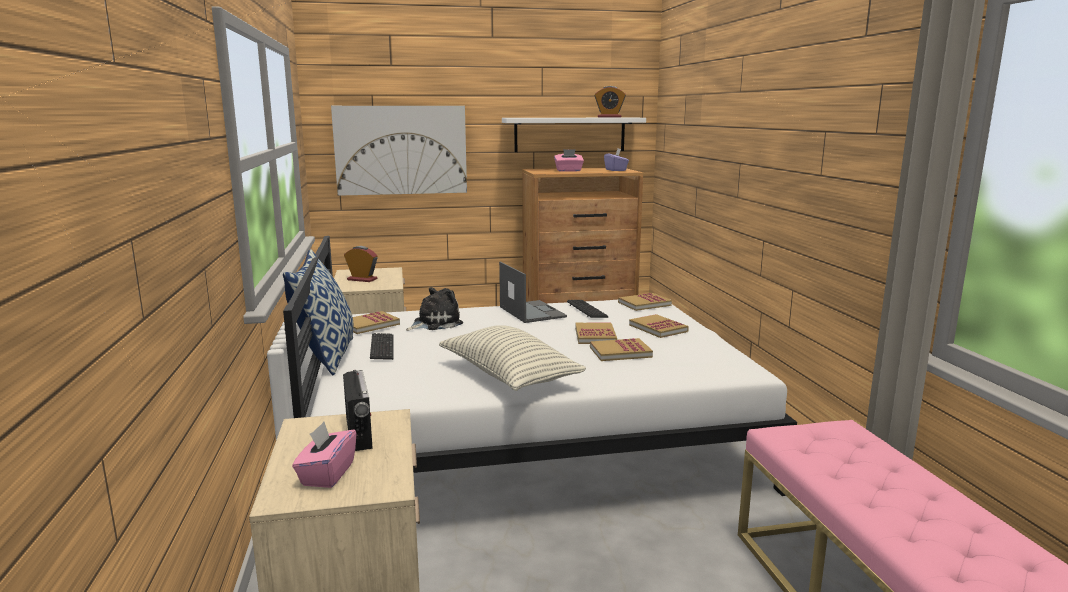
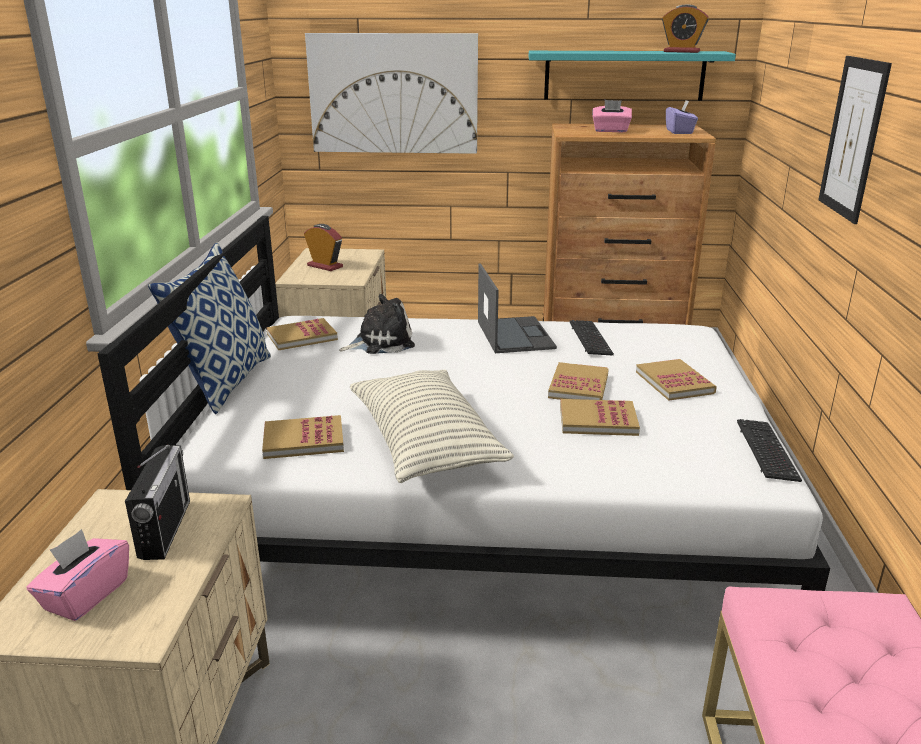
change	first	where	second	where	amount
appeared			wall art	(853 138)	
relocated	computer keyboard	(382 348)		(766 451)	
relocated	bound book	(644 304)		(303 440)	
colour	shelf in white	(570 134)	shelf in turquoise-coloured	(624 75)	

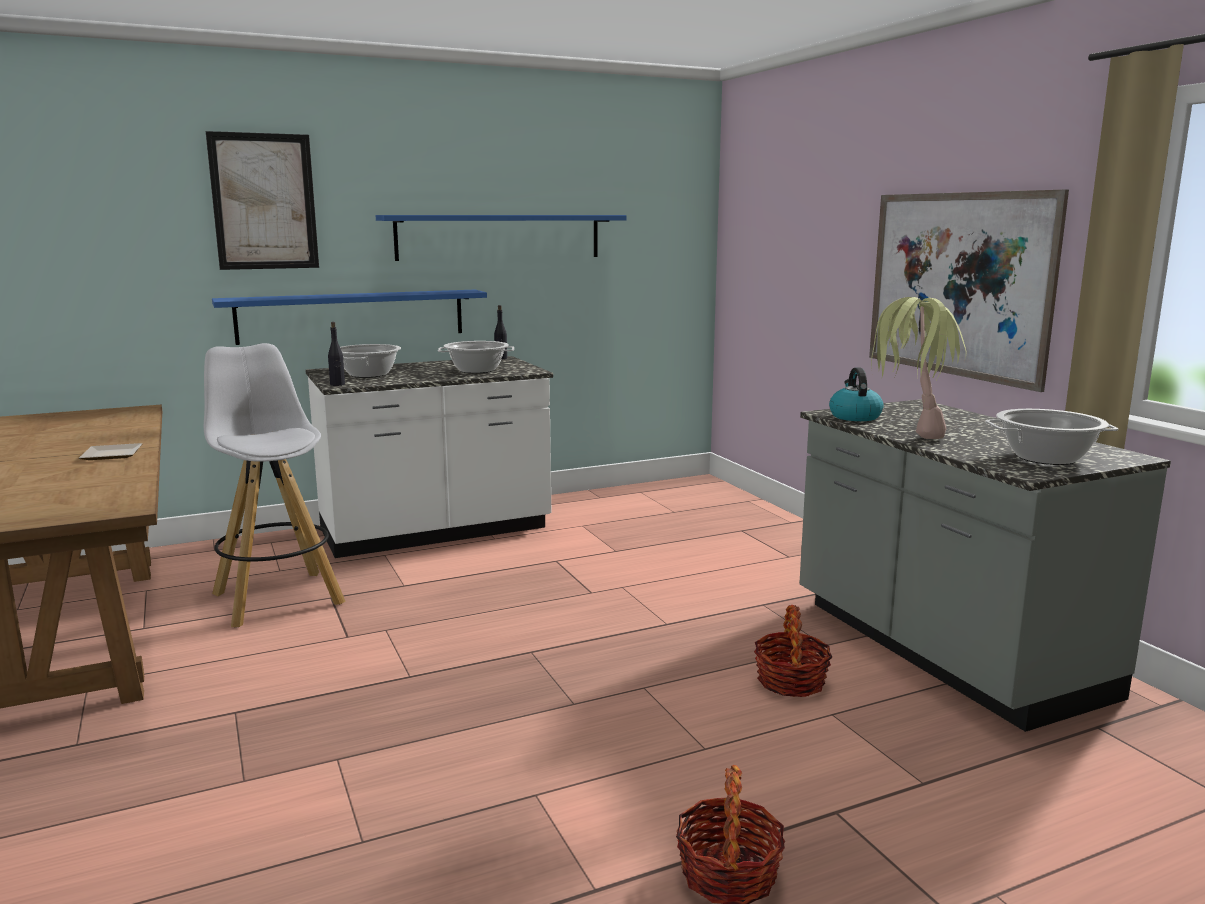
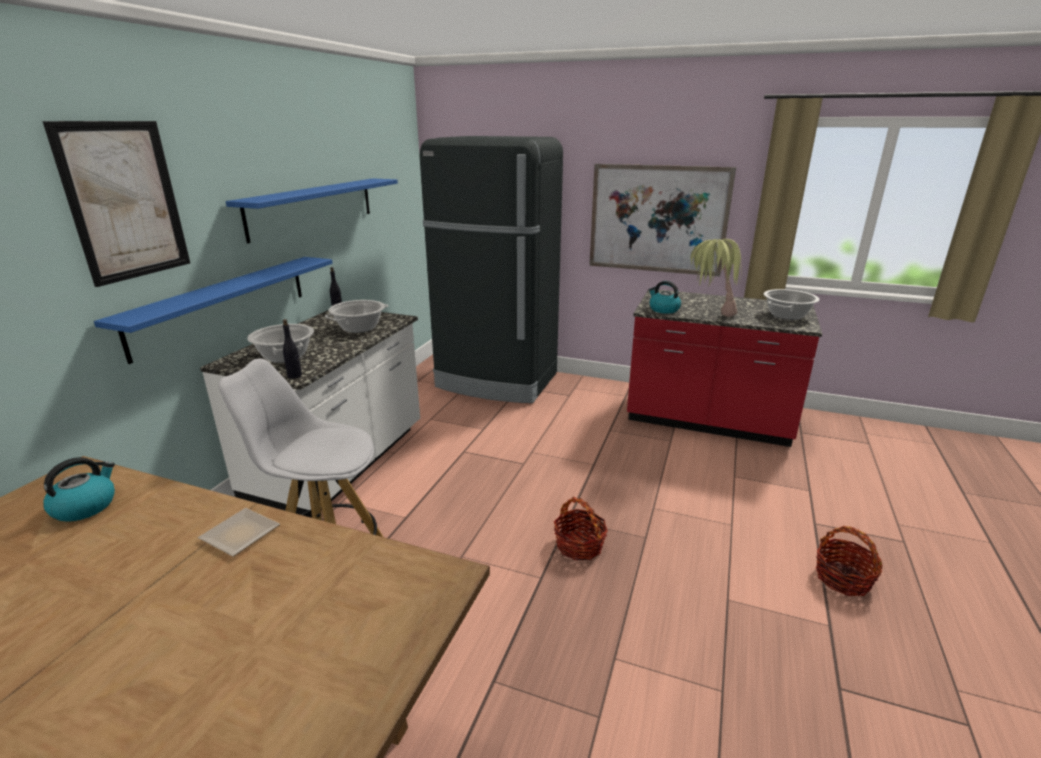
change	first	where	second	where	amount
appeared			water kettle	(85 506)	
appeared			refrigerator in blackish	(497 381)	
relocated	basket	(790 681)		(579 545)	
colour	counter in grey	(943 649)	counter in red-coloured	(708 420)	

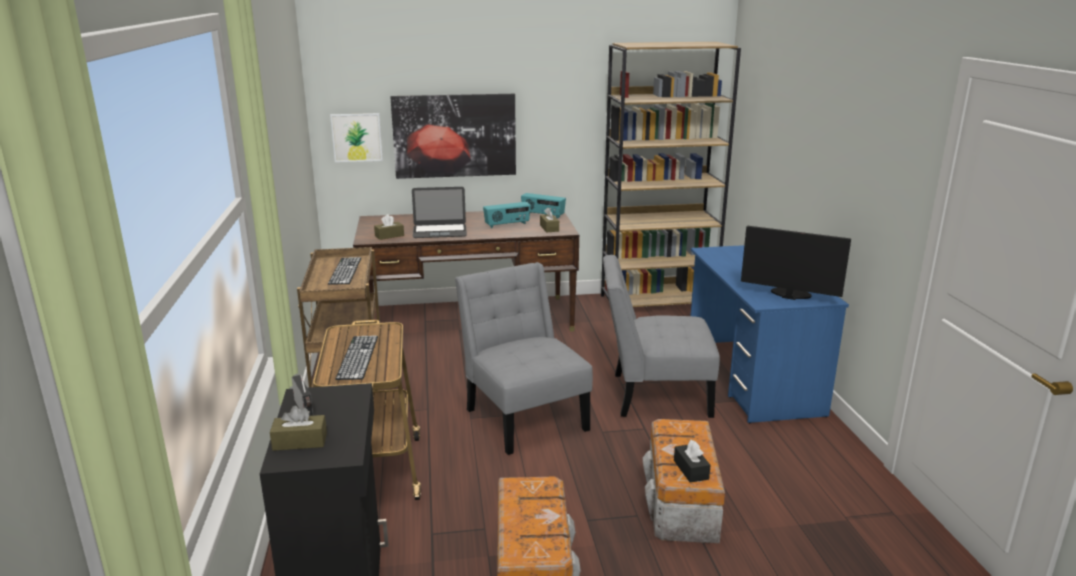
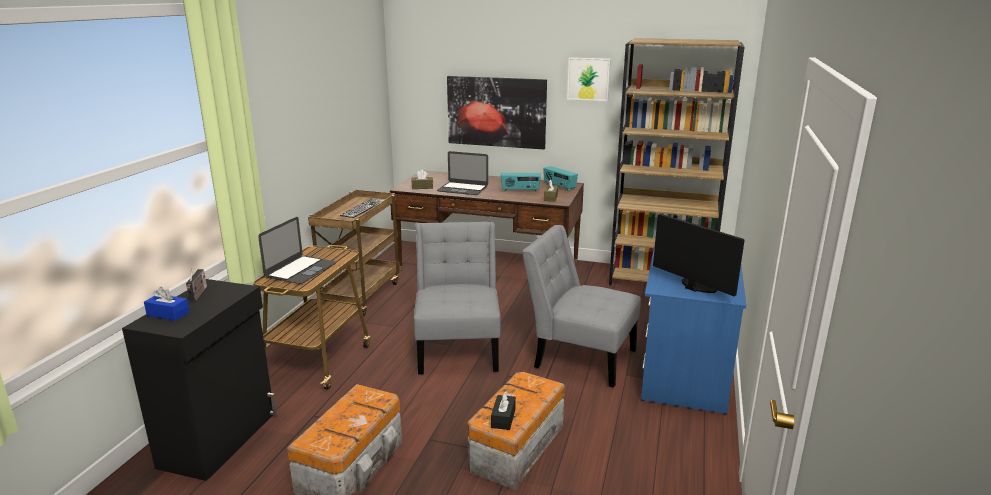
change	first	where	second	where	amount
relocated	wall art	(357 137)		(588 79)	
exchanged	computer keyboard	(357 357)	notebook computer	(301 270)	
colour	tissue box in brown-coloured	(300 441)	tissue box in blue-coloured	(168 314)	

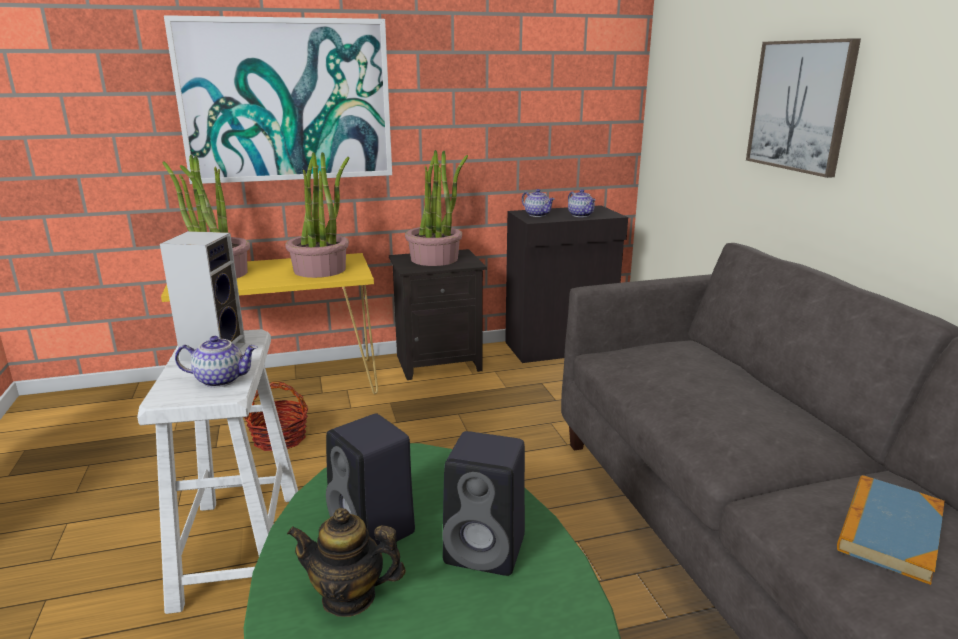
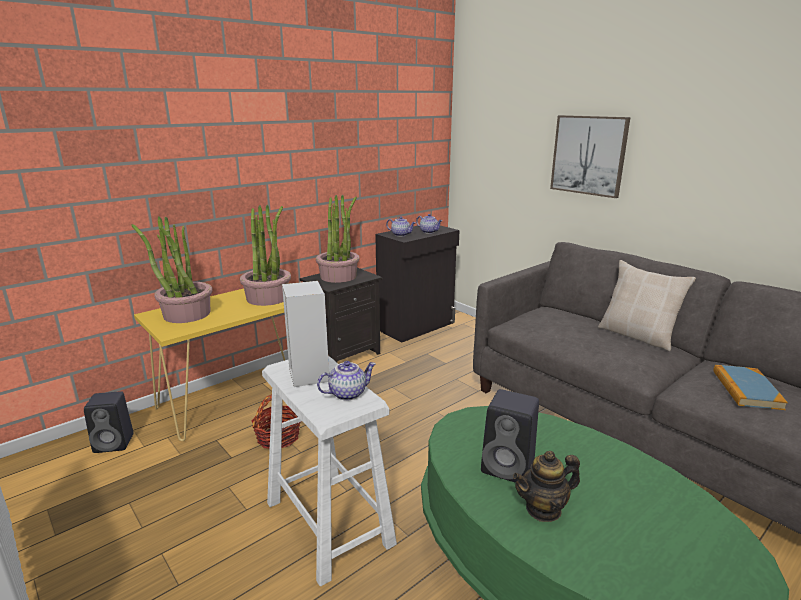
change	first	where	second	where	amount
missing	wall art	(287 101)			
appeared			pillow in beige-coloured	(637 336)	
relocated	audio speaker in blackish	(488 550)		(115 443)	

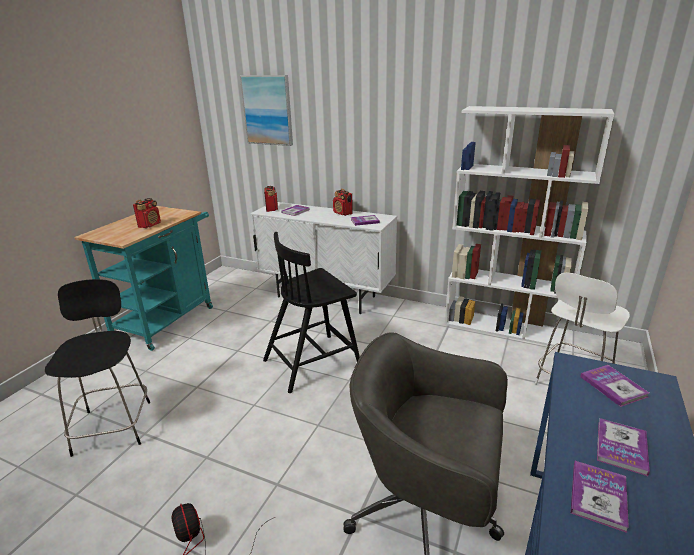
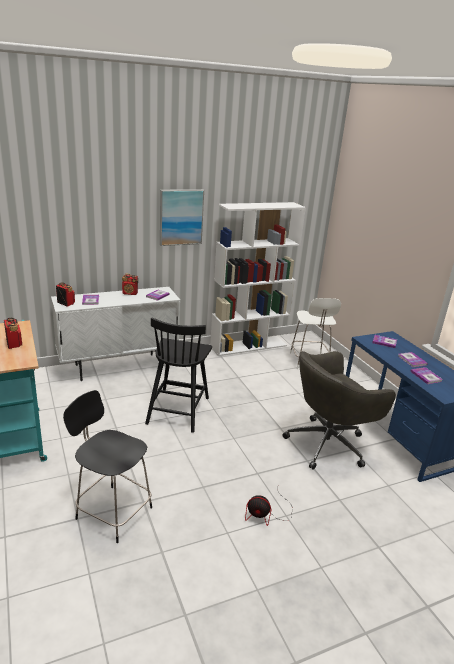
change	first	where	second	where	amount
relocated	wall art	(268 110)		(181 217)	

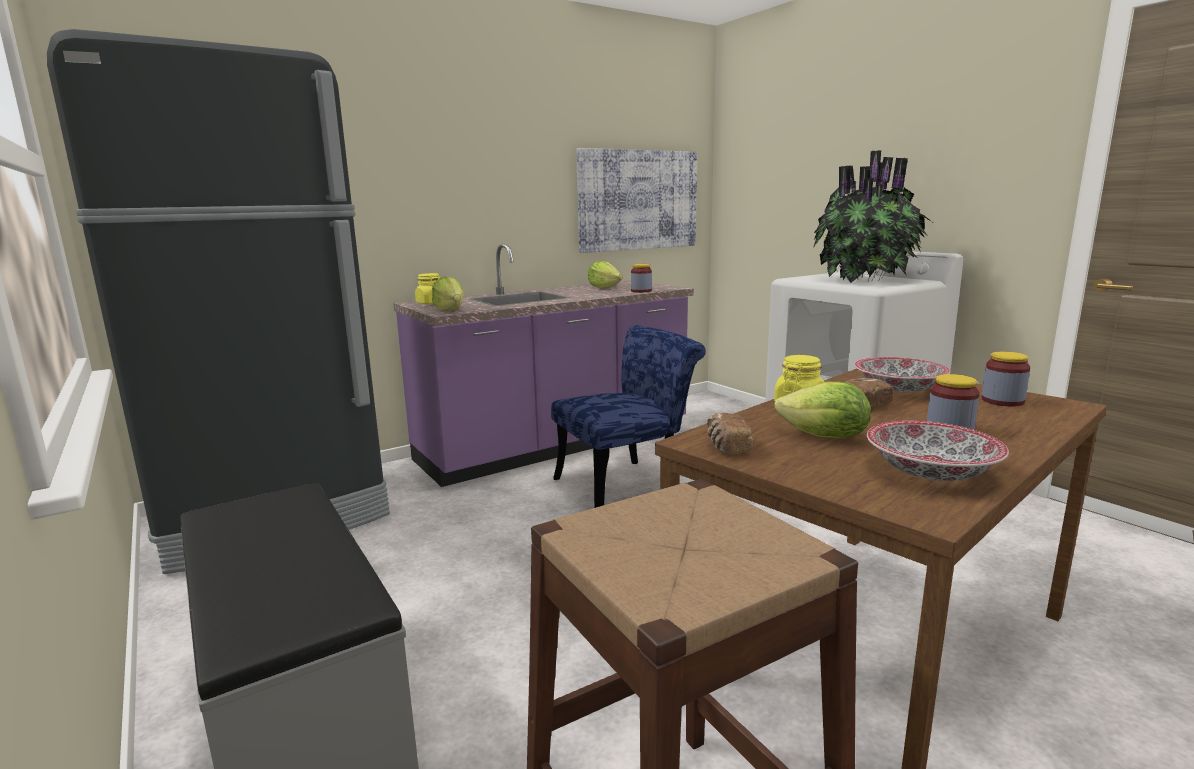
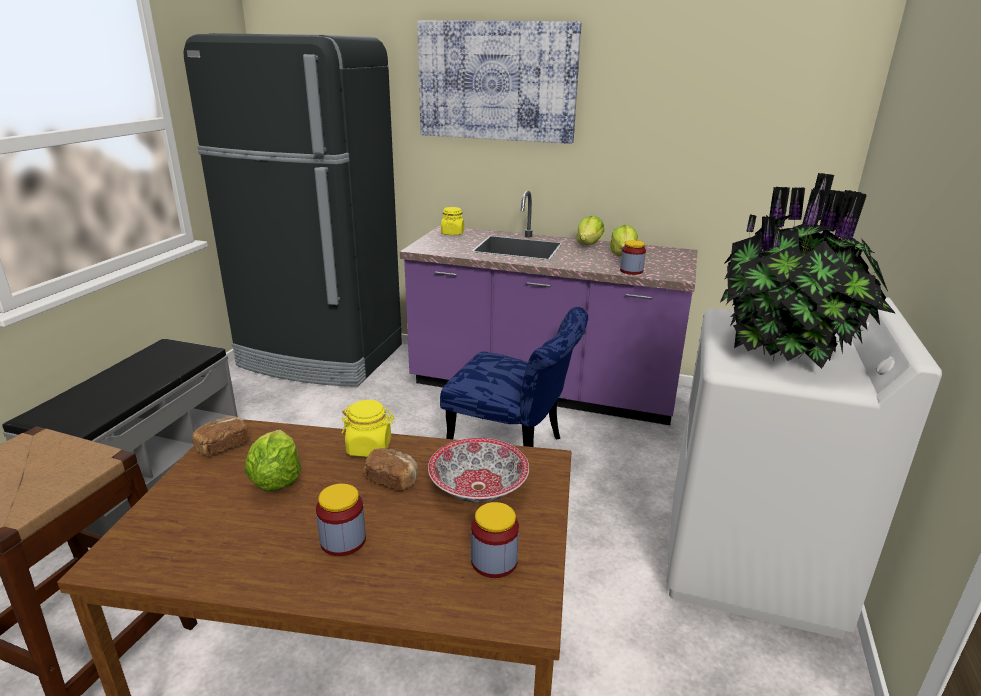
change	first	where	second	where	amount
missing	bowl	(929 472)			
relocated	head of lettuce	(450 310)		(588 244)	
relocated	wall art	(637 200)		(497 81)	

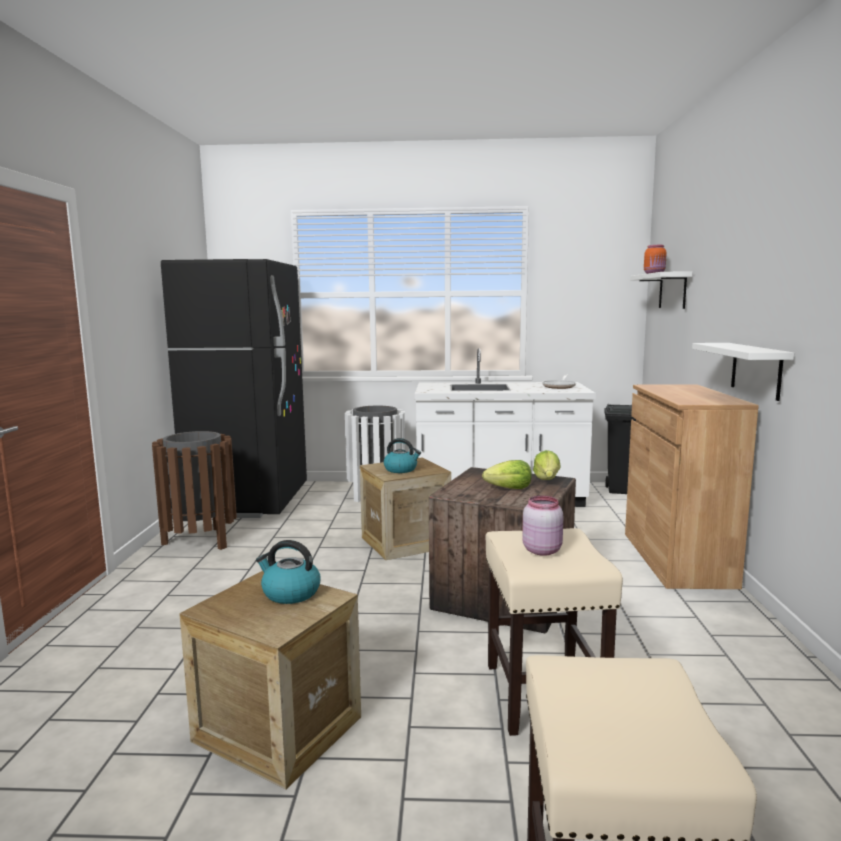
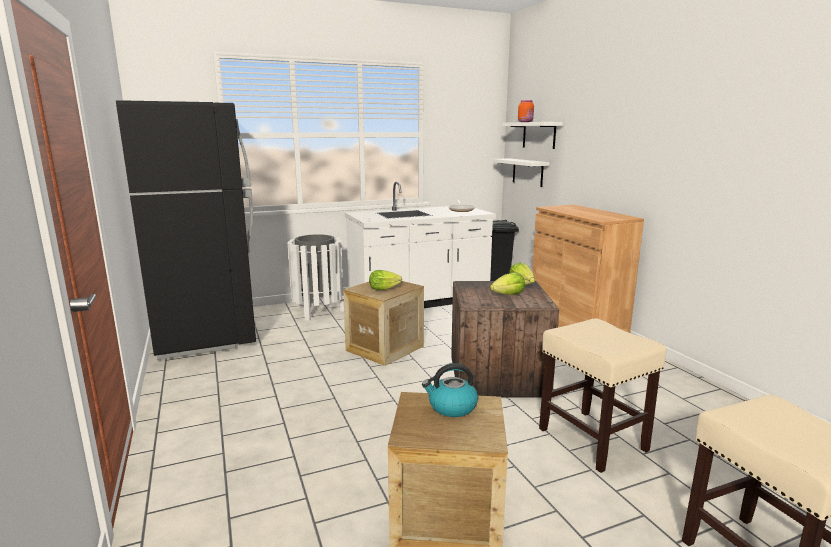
change	first	where	second	where	amount
missing	waste bin in brown-coloured	(200 541)			
missing	preserve jar in pinkish	(542 550)			
relocated	shelf in white	(756 370)		(527 172)	
exchanged	water kettle	(401 469)	head of lettuce	(383 289)	

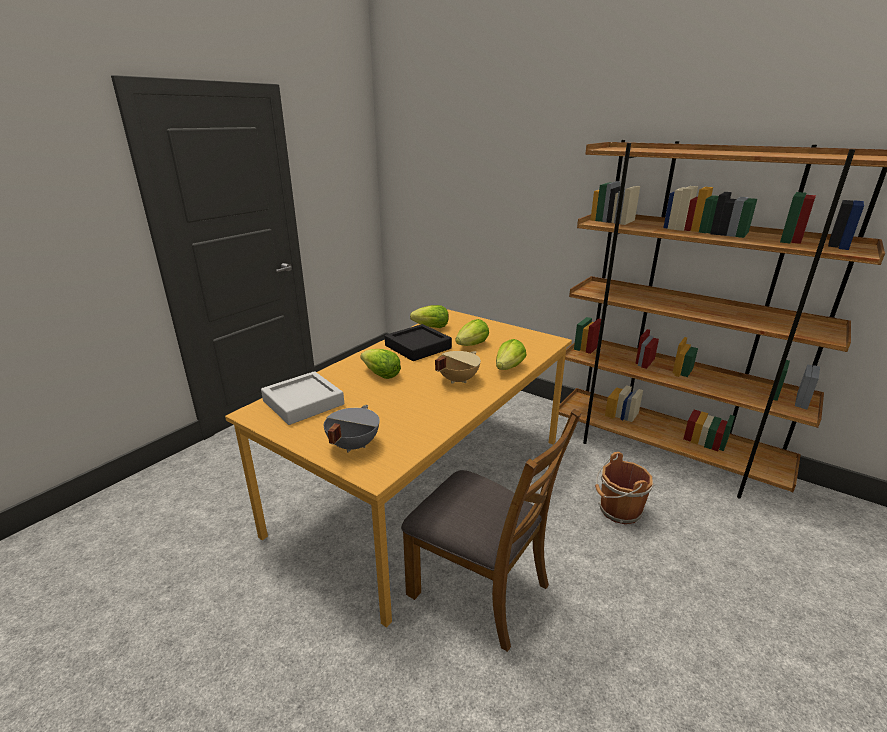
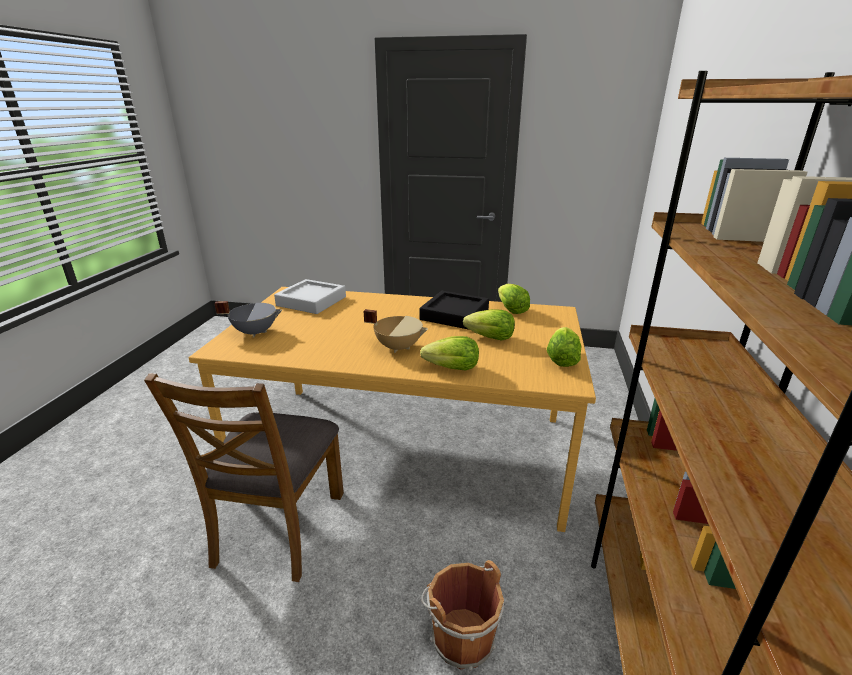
change	first	where	second	where	amount
relocated	head of lettuce	(381 375)		(561 360)	

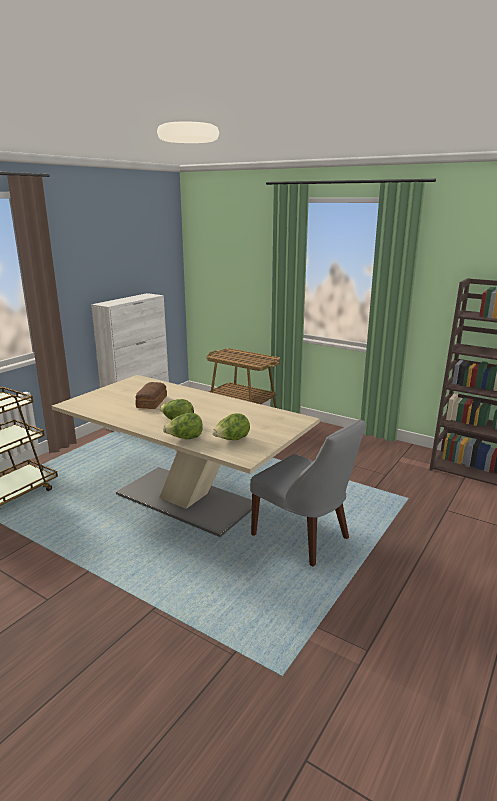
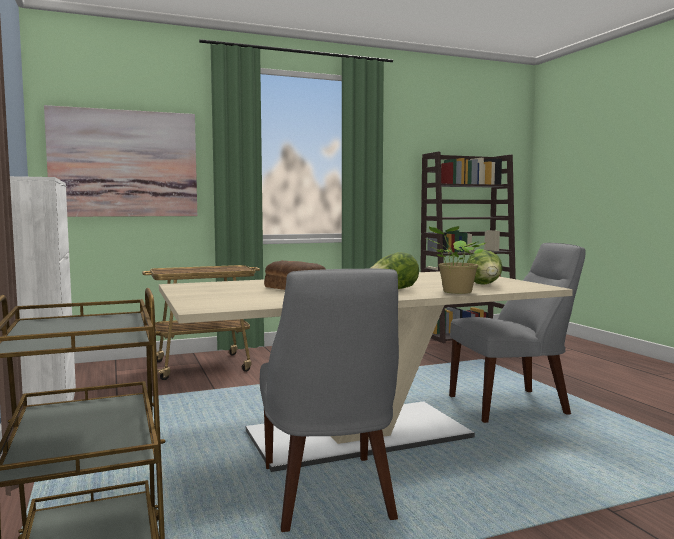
change	first	where	second	where	amount
appeared			wall art	(124 163)	
appeared			upright chair in grey	(328 496)	
exchanged	head of lettuce	(185 438)	potted plant	(455 292)	

